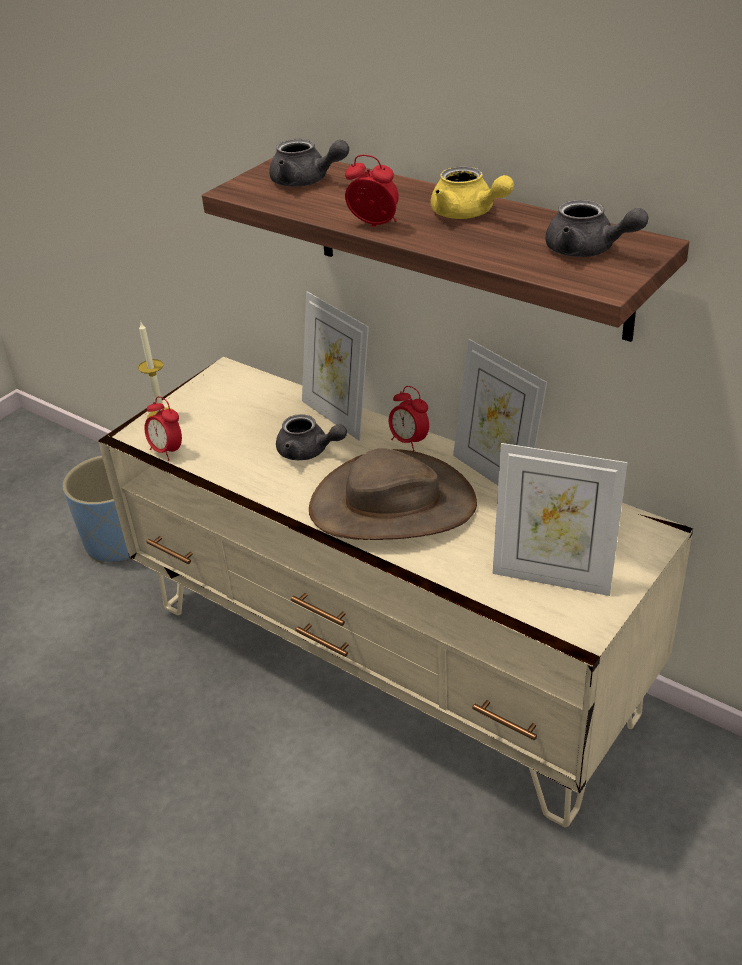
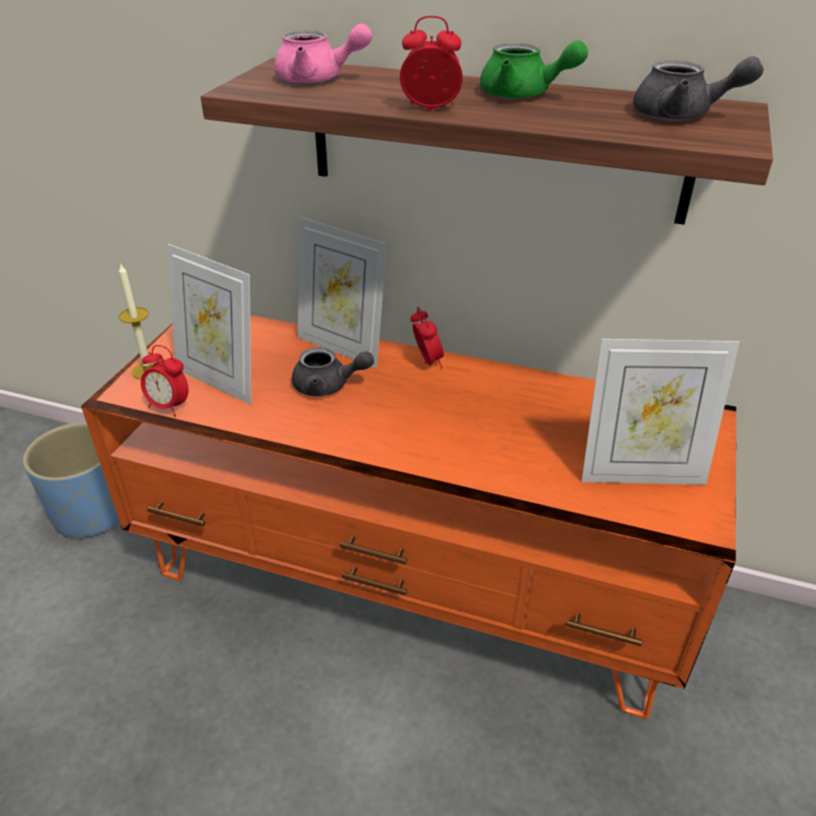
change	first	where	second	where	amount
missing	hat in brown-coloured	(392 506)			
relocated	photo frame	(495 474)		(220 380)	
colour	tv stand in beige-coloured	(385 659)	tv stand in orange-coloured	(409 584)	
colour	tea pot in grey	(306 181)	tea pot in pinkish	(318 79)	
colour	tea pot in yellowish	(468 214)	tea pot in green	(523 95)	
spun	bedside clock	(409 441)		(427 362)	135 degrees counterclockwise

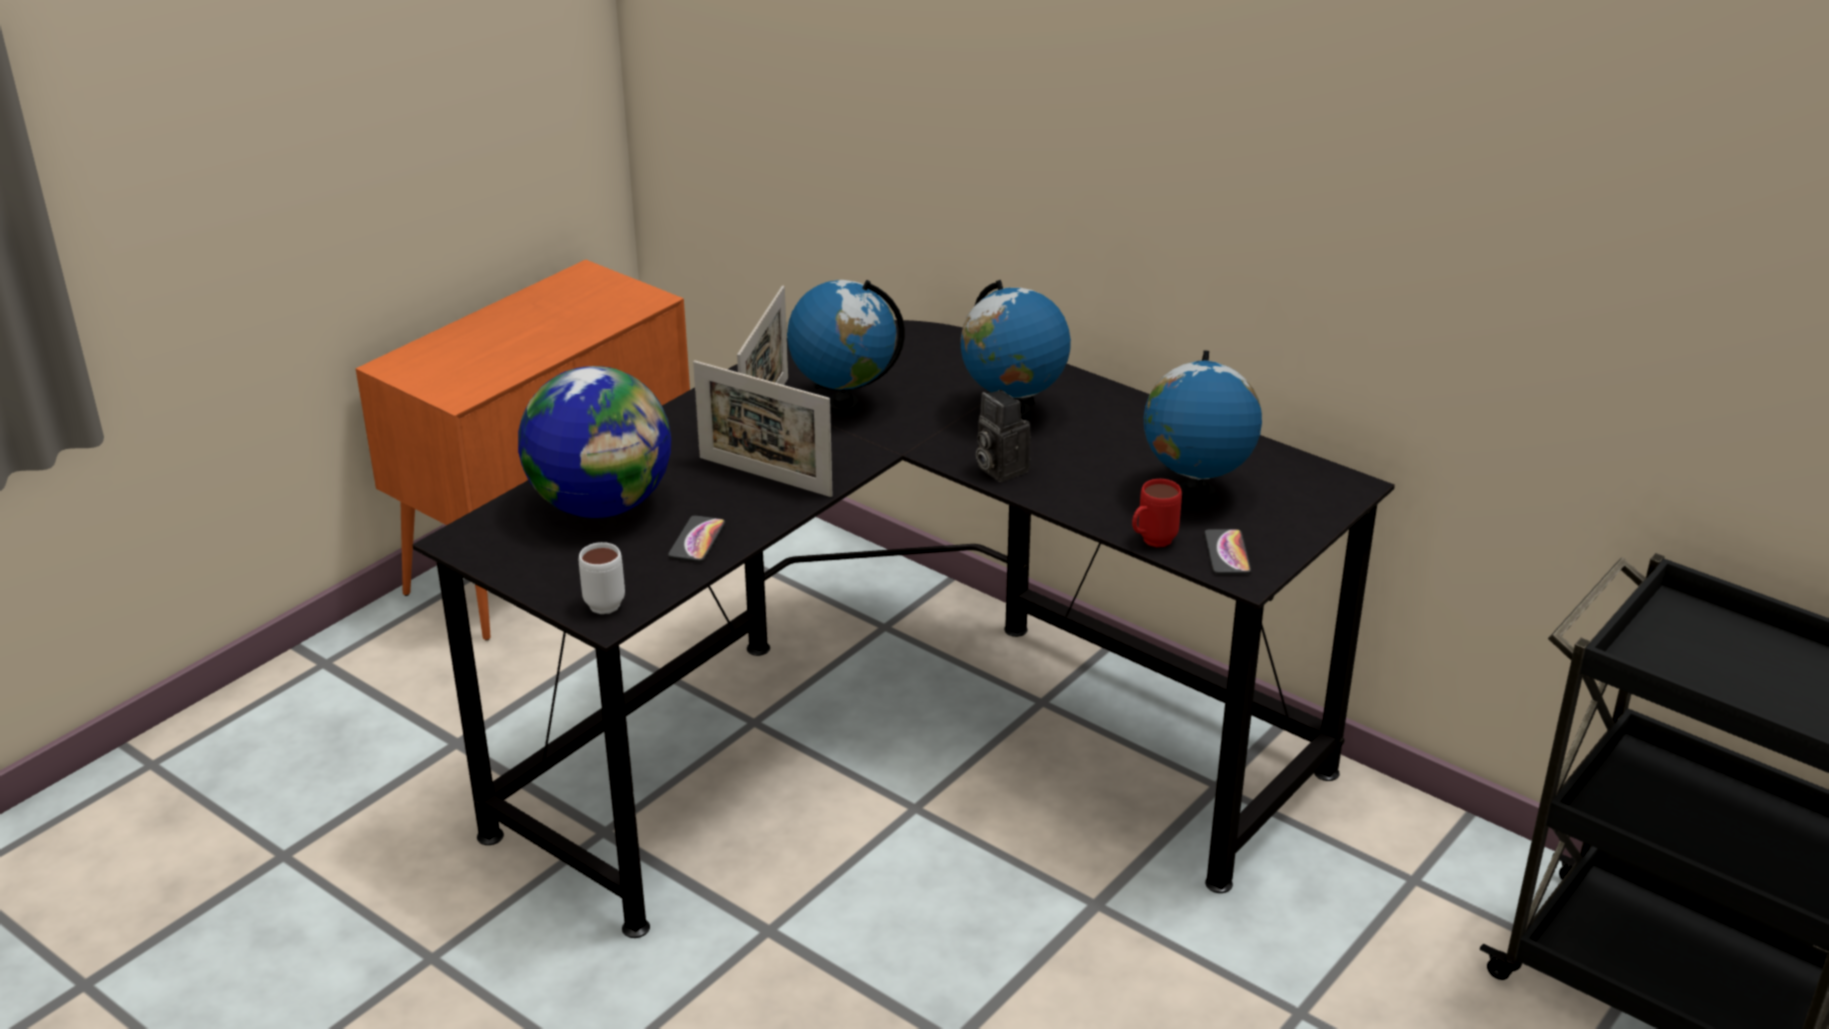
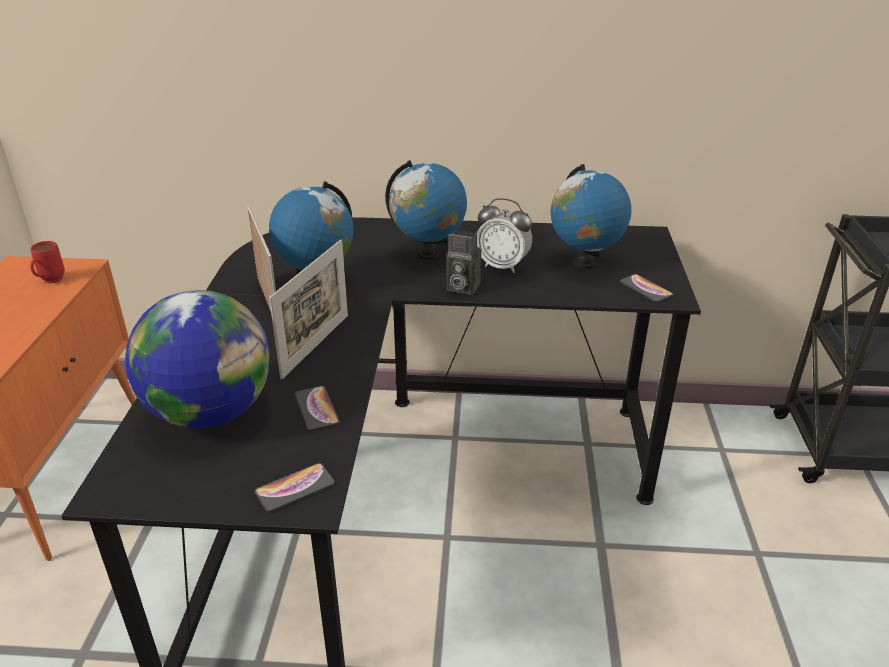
change	first	where	second	where	amount
appeared			bedside clock	(502 266)	
relocated	tea mug in red-coloured	(1151 543)		(50 281)	
exchanged	tea mug in white	(606 601)	handset	(295 488)	
spun	photo frame	(765 476)		(316 345)	60 degrees counterclockwise

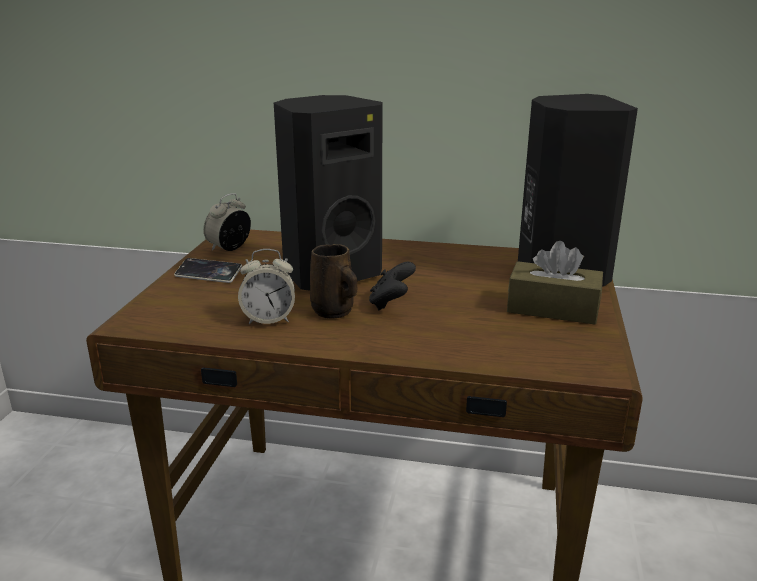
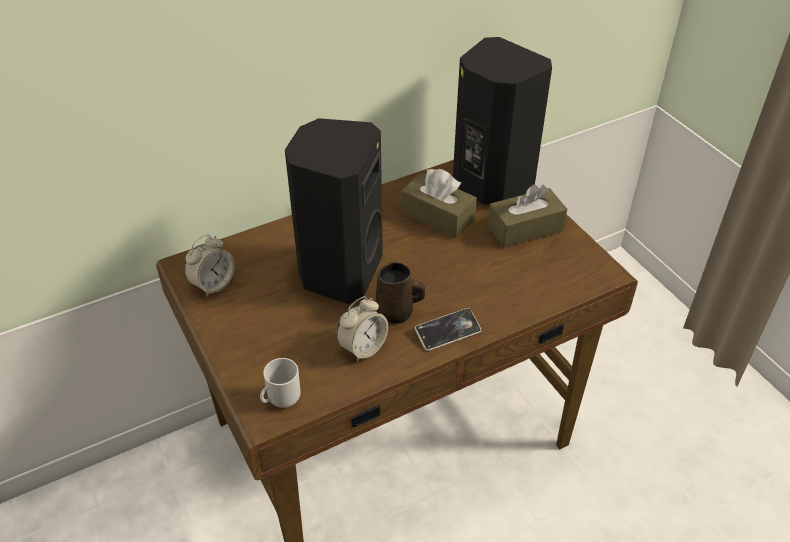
change	first	where	second	where	amount
missing	gamepad in blackish	(391 303)			
appeared			tea mug	(281 399)	
appeared			tissue box in brown-coloured	(437 216)	
relocated	handset	(208 274)		(448 332)	
spun	bedside clock	(229 248)		(213 284)	135 degrees counterclockwise

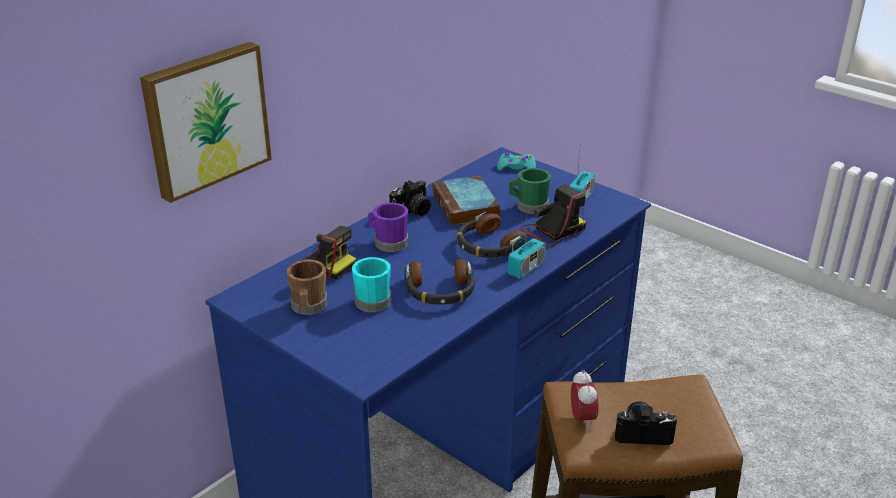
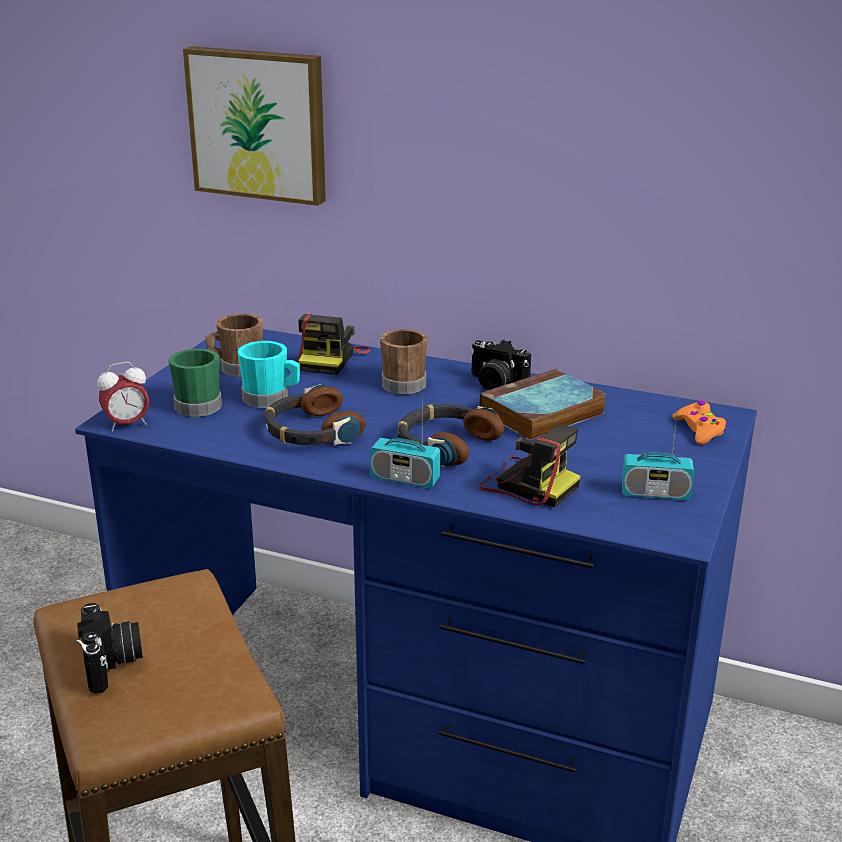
change	first	where	second	where	amount
relocated	tea mug in green	(528 206)		(198 404)	
relocated	bedside clock	(582 419)		(127 425)	
colour	tea mug in purplish	(388 242)	tea mug in brown-coloured	(405 383)	
colour	gamepad in turquoise-coloured	(516 167)	gamepad in orange-coloured	(699 430)	

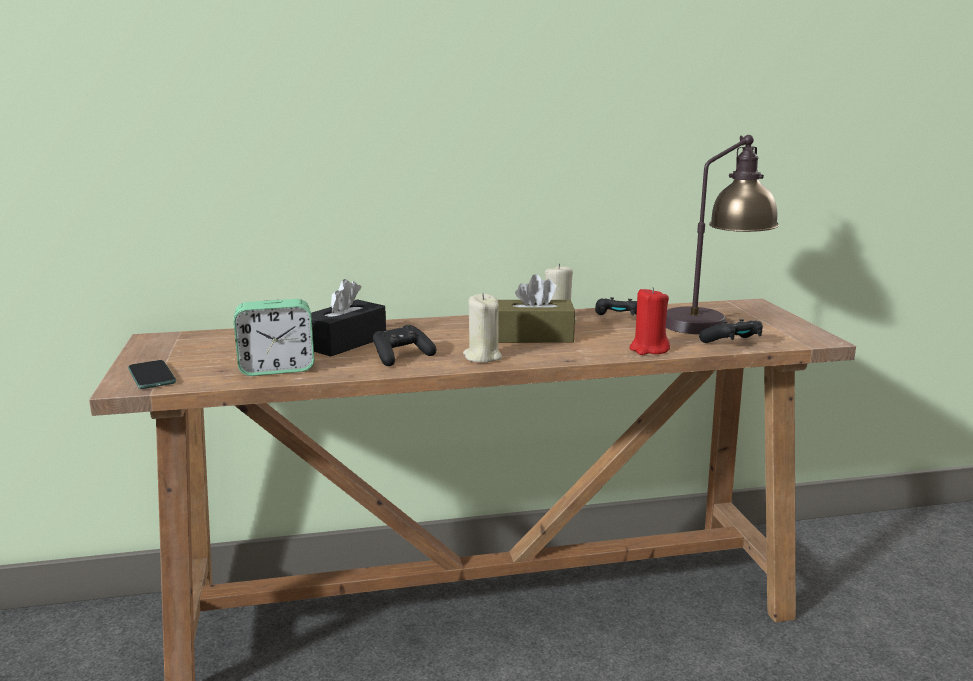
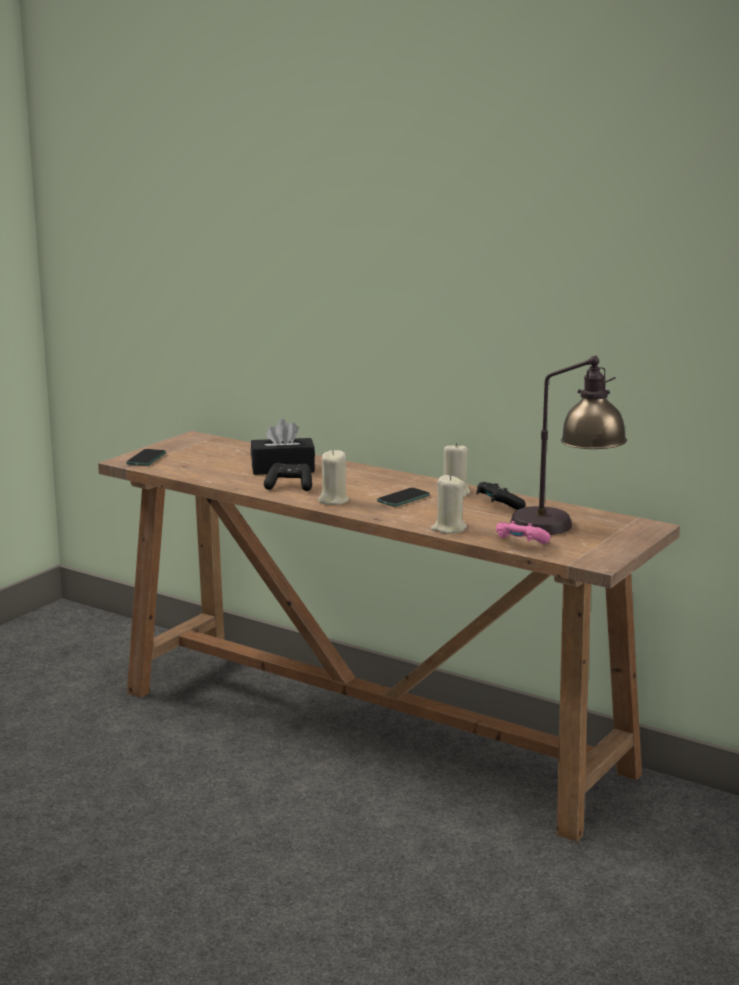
change	first	where	second	where	amount
missing	bedside clock	(277 369)			
exchanged	tissue box in brown-coloured	(534 336)	handset	(403 498)	
colour	wax light in red-coloured	(648 349)	wax light in beige-coloured	(448 529)	
colour	gamepad in blackish	(732 343)	gamepad in pinkish	(519 544)	

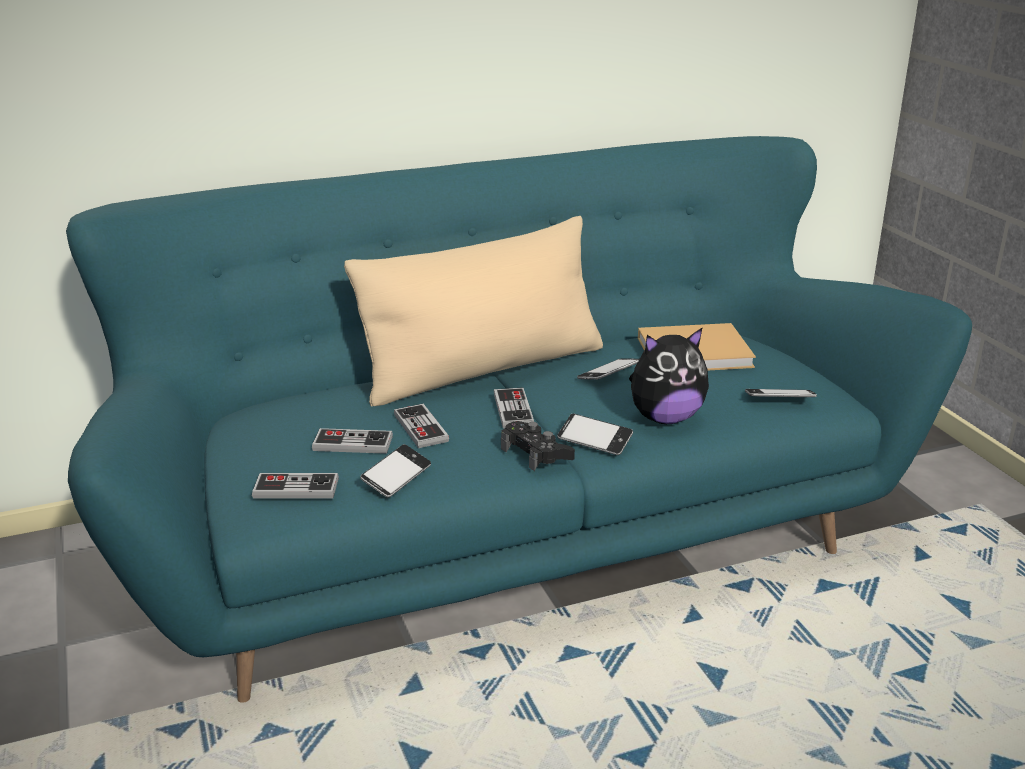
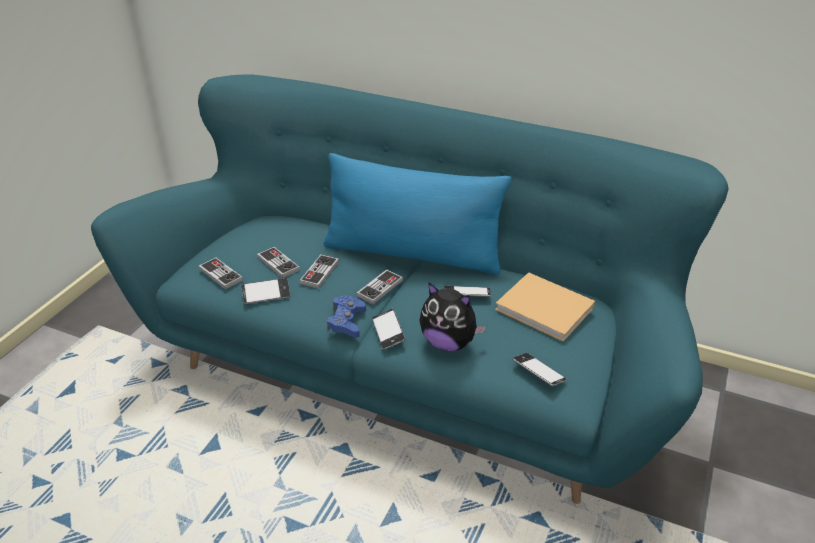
change	first	where	second	where	amount
colour	pillow in beige-coloured	(484 370)	pillow in blue-coloured	(412 253)	
colour	gamepad in blackish	(536 453)	gamepad in blue-coloured	(347 321)	

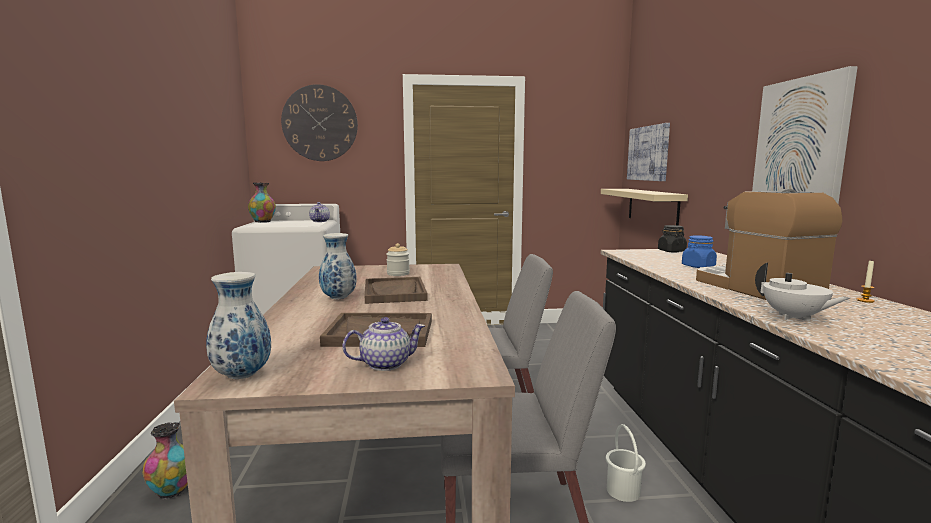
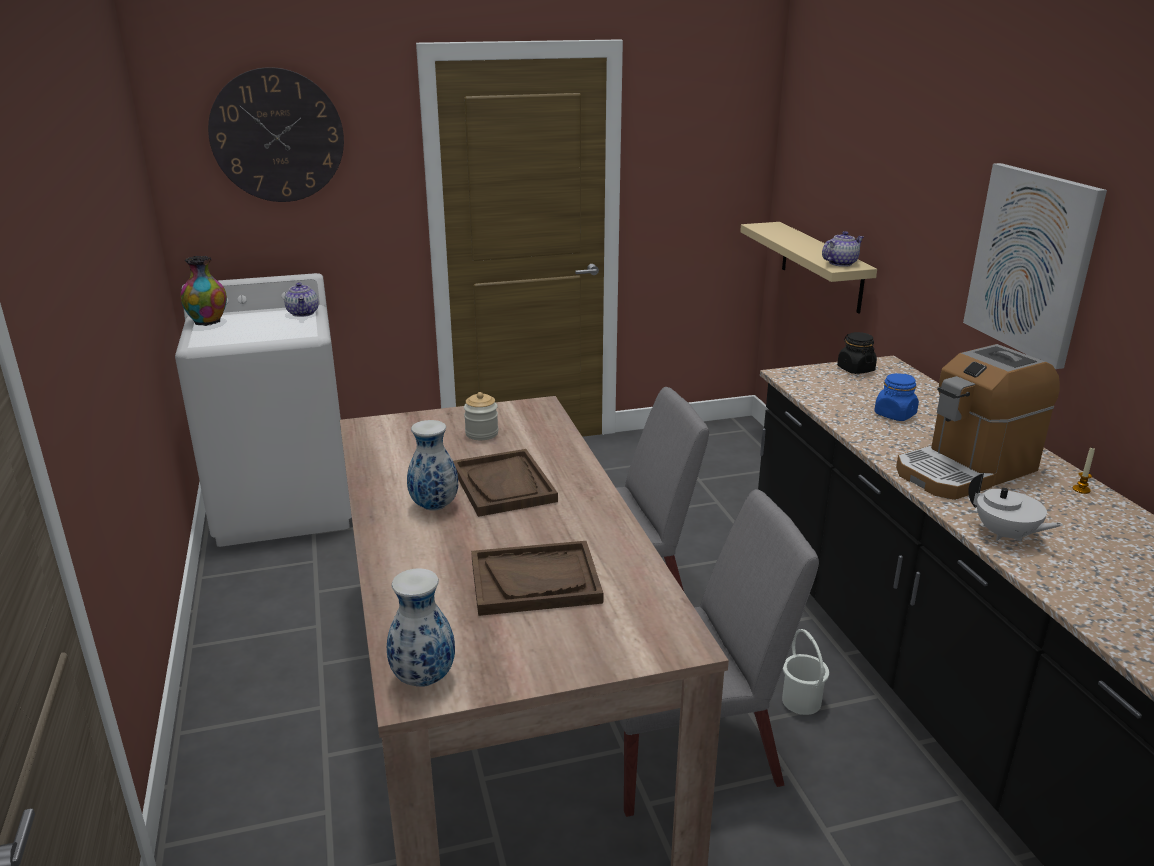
change	first	where	second	where	amount
missing	vase	(172 491)			
missing	wall art	(648 153)			
relocated	tea pot	(386 364)		(840 263)	
spun	coffee machine	(756 288)		(966 470)	90 degrees counterclockwise

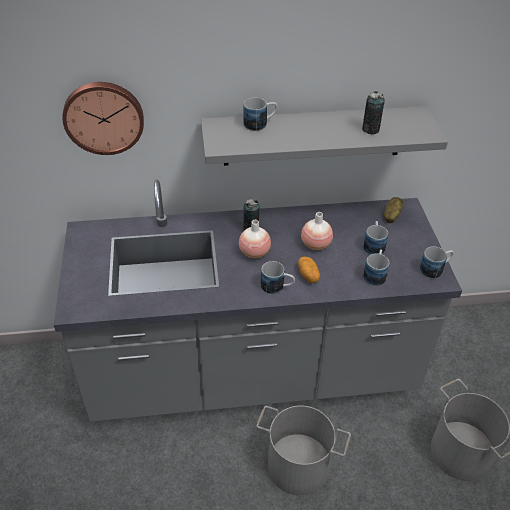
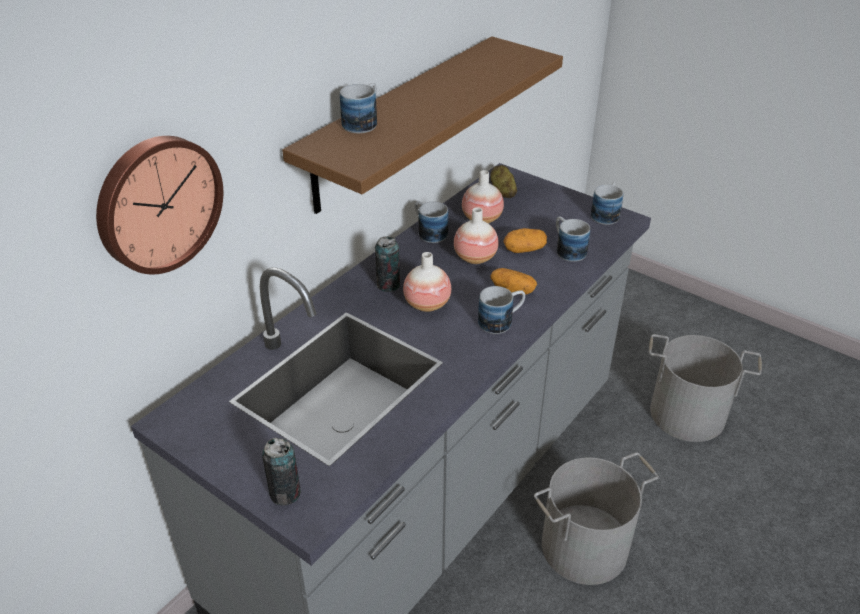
change	first	where	second	where	amount
appeared			vase	(482 219)	
appeared			potato	(524 249)	
relocated	can	(370 130)		(285 493)	
relocated	tea mug	(374 245)		(429 232)	
colour	shelf in grey	(313 136)	shelf in brown-coloured	(400 123)	

